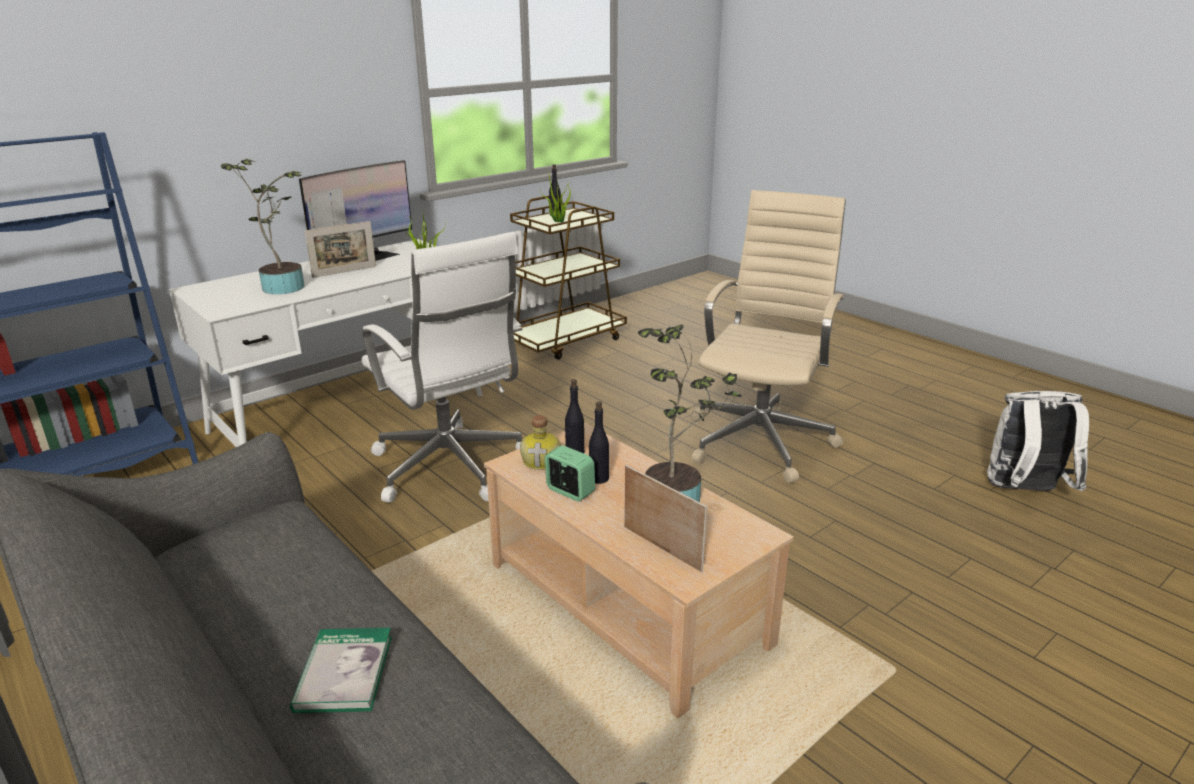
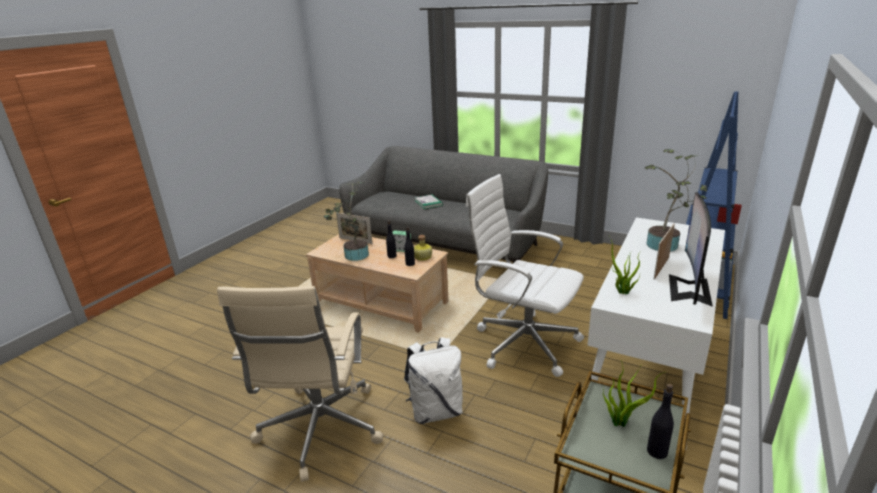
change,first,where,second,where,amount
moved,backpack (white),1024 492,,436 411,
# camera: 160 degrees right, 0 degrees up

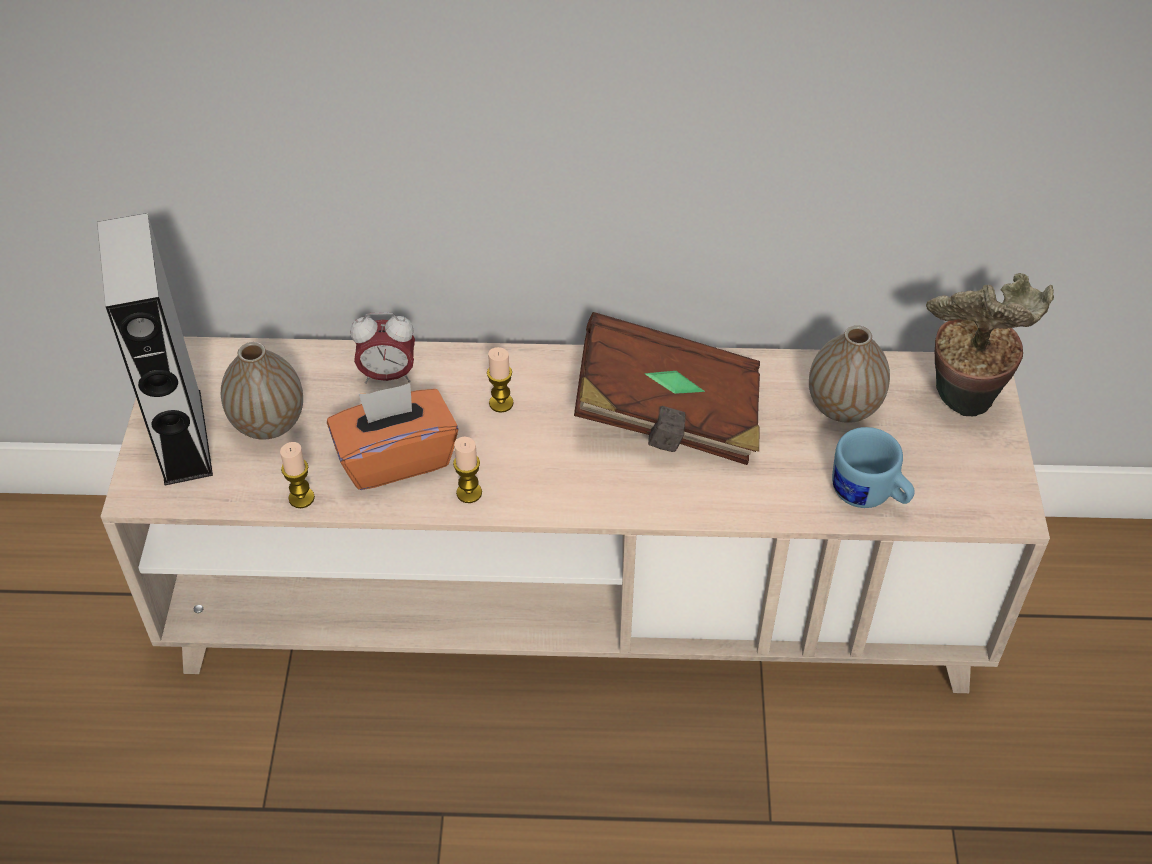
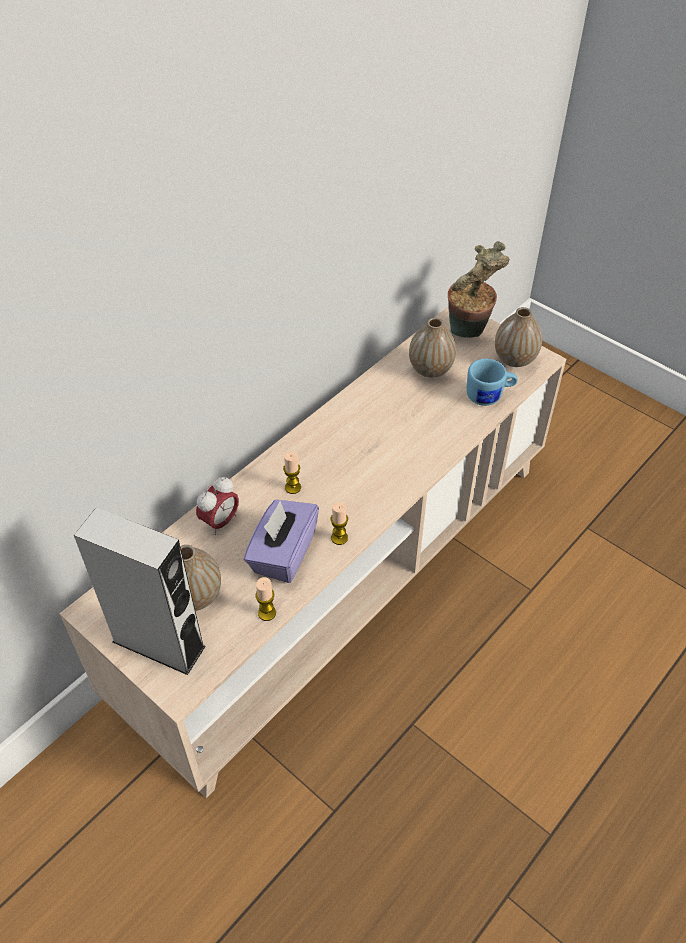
change,first,where,second,where,amount
removed,book (brown),668 417,,,
recoloured,tissue box (orange),396 458,tissue box (purple),283 554,
added,,,vase,514 359,
# camera: 50 degrees left, 0 degrees up

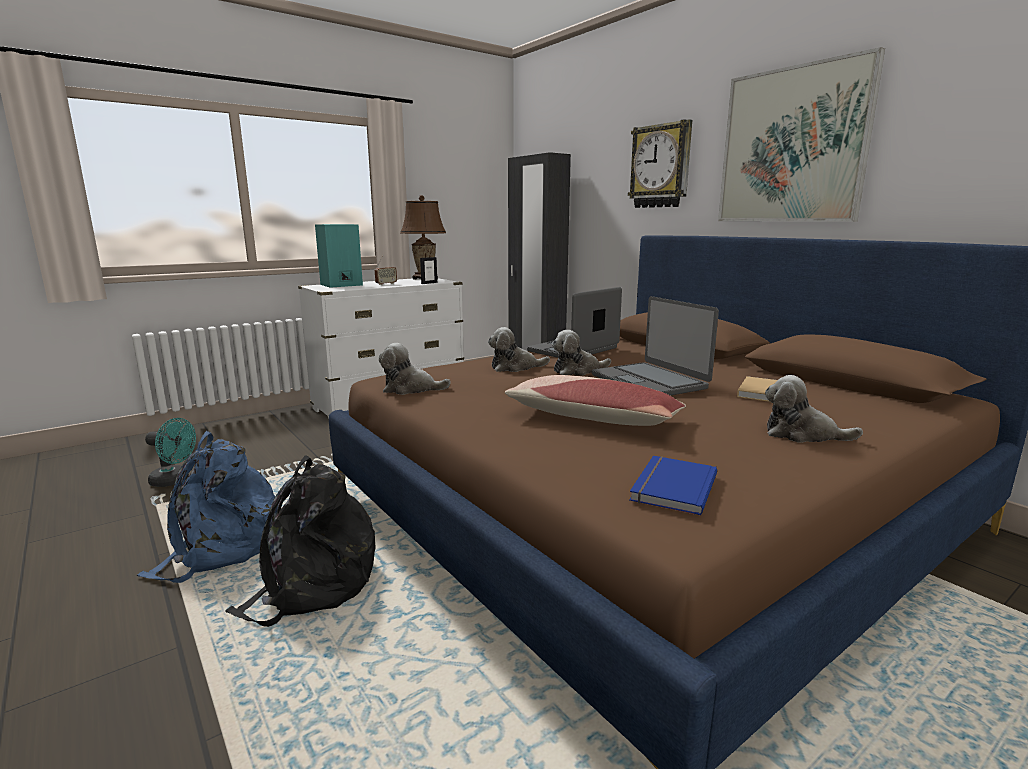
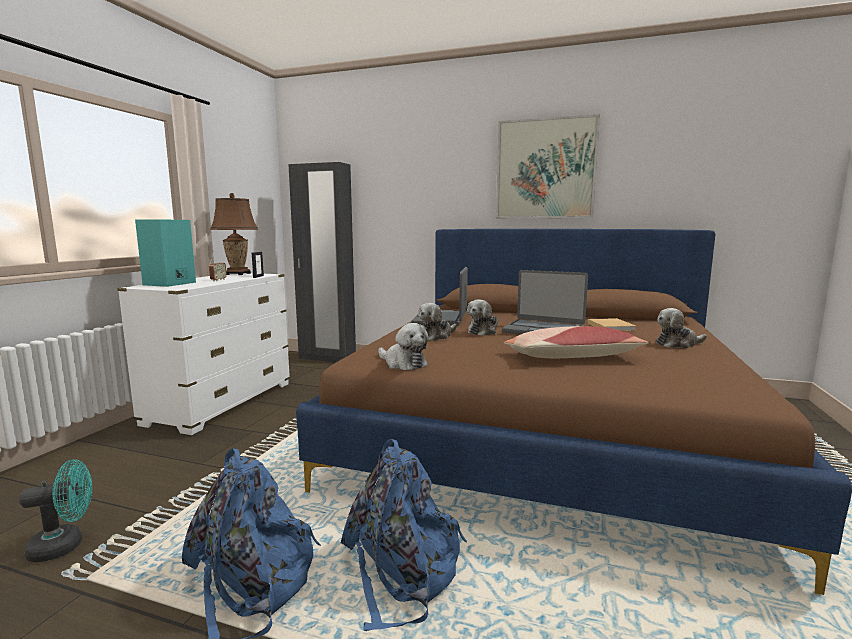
change,first,where,second,where,amount
removed,wall clock,661 166,,,
turned,plush toy,410 389,,403 363,105 degrees counterclockwise
recoloured,backpack (black),312 584,backpack (blue),402 570,
removed,book (blue),671 487,,,
# camera: 35 degrees left, 5 degrees down

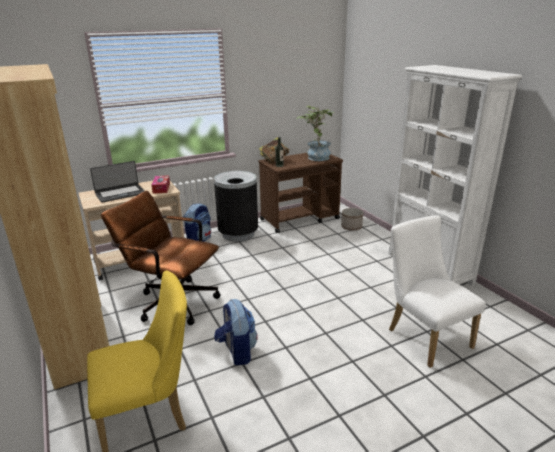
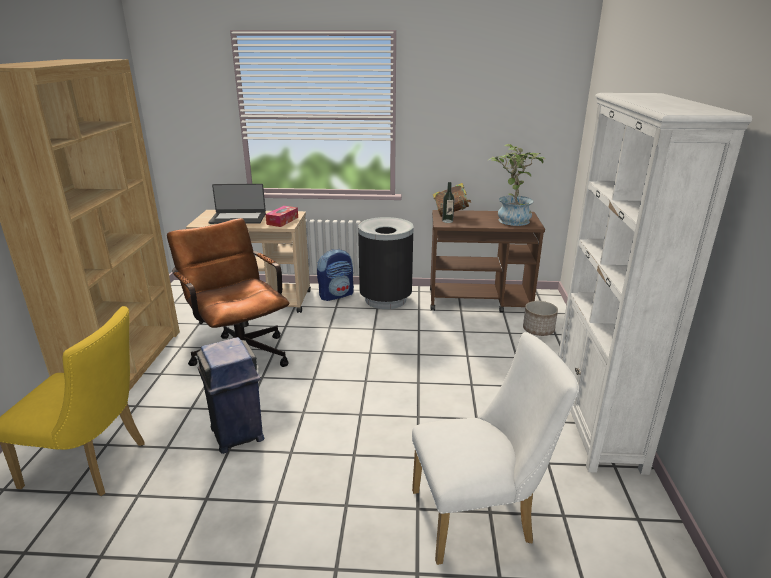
change,first,where,second,where,amount
turned,chair (white),424 335,,479 516,75 degrees clockwise
replaced,backpack,237 352,trash can (blue),237 435,
# camera: 30 degrees right, 0 degrees up

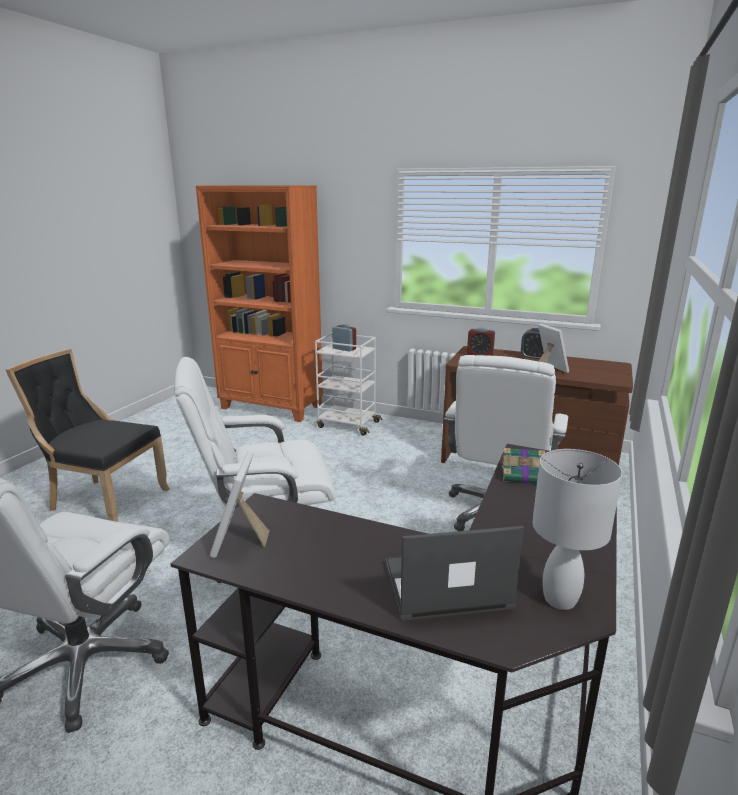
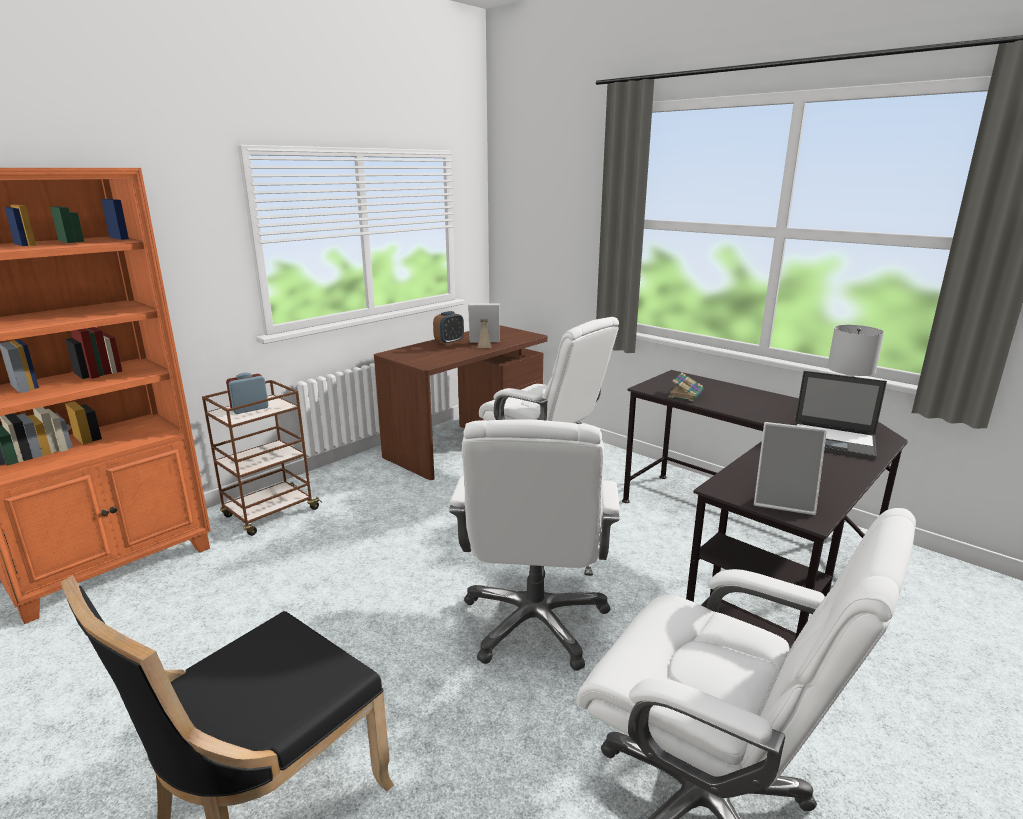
change,first,where,second,where,amount
removed,alarm clock,480 354,,,
recoloured,cart (white),347 424,cart (brown),270 513,
turned,laptop,444 584,,834 441,75 degrees counterclockwise
# camera: 70 degrees left, 0 degrees up

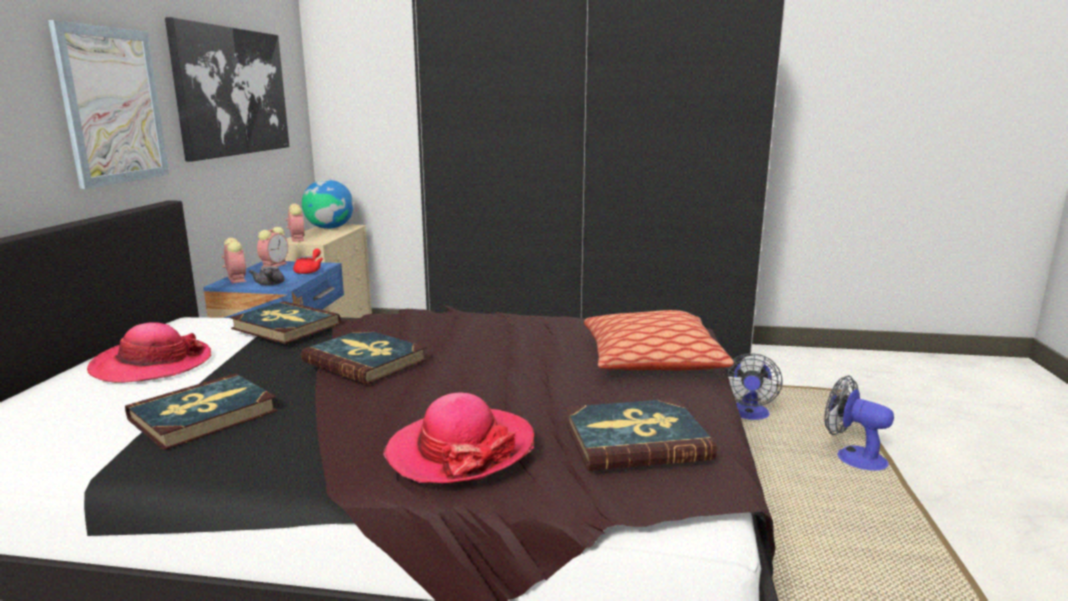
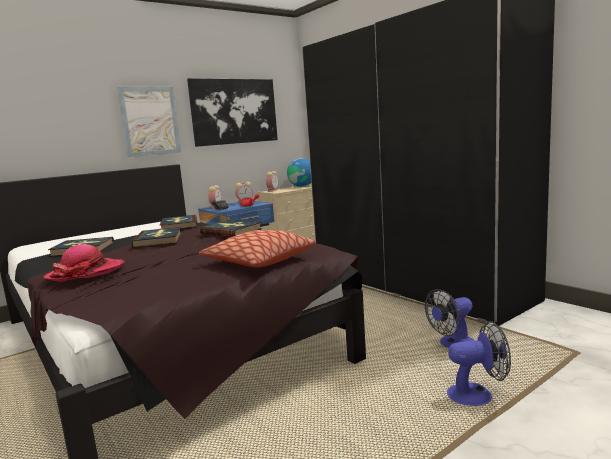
change,first,where,second,where,amount
removed,hat,152 364,,,
turned,fan,852 456,,477 394,90 degrees clockwise
moved,book,635 440,,231 231,
# camera: 45 degrees right, 5 degrees down

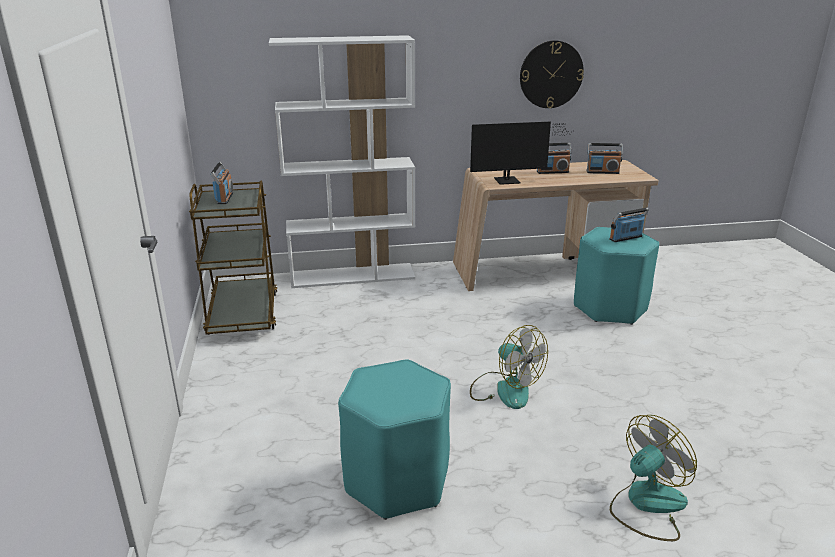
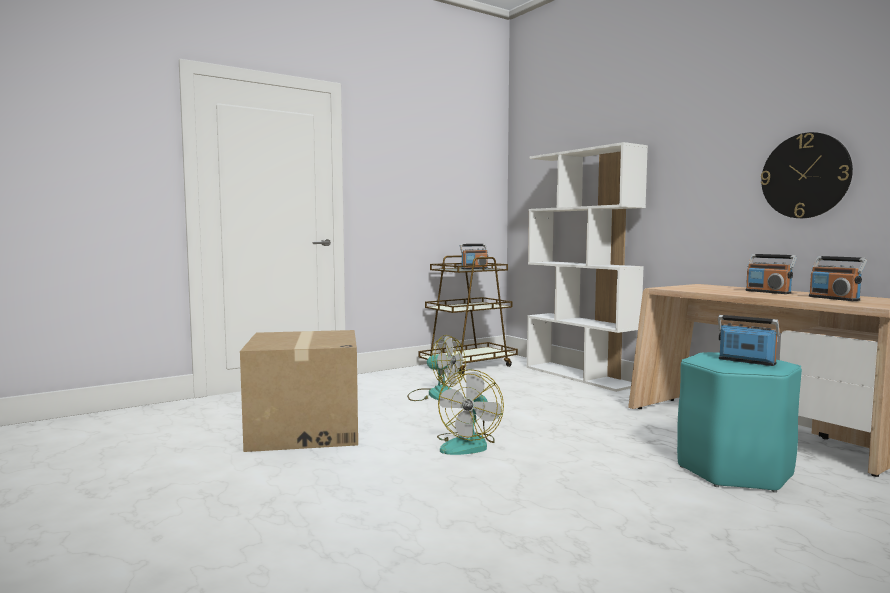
change,first,where,second,where,amount
removed,monitor,511 180,,,
replaced,stool (turquoise),396 481,cardboard box,304 430,
moved,fan,647 505,,435 395,
# camera: 65 degrees right, 20 degrees down

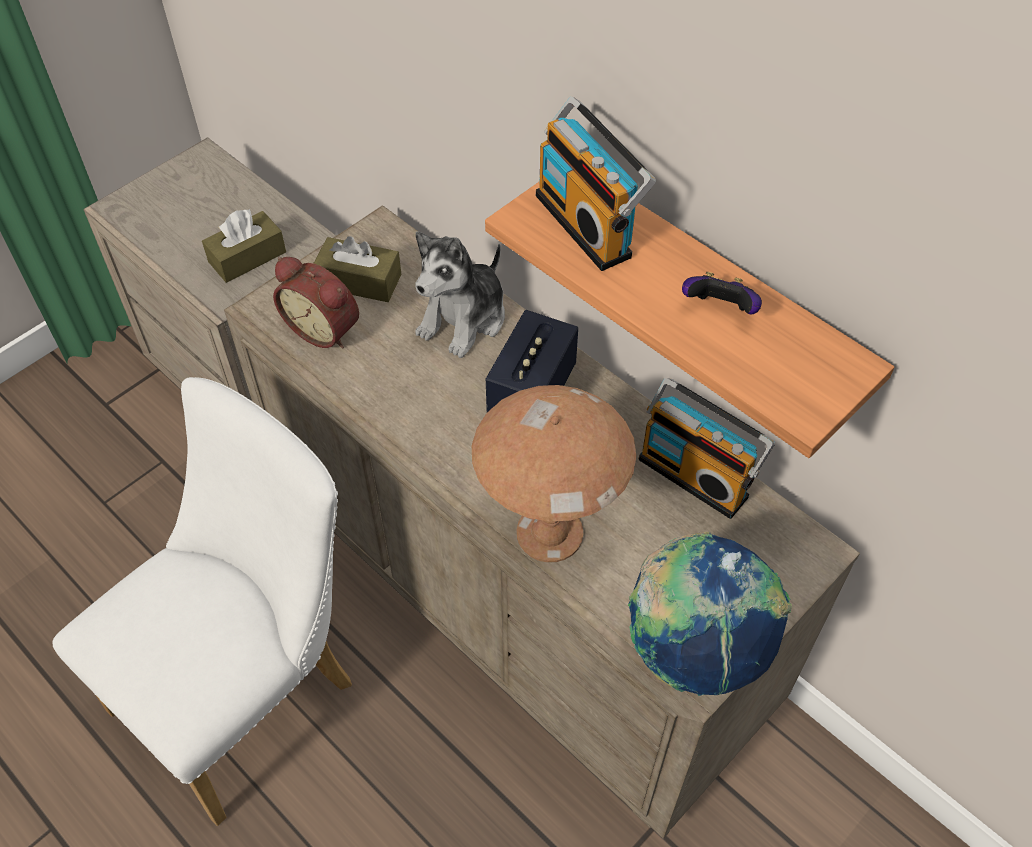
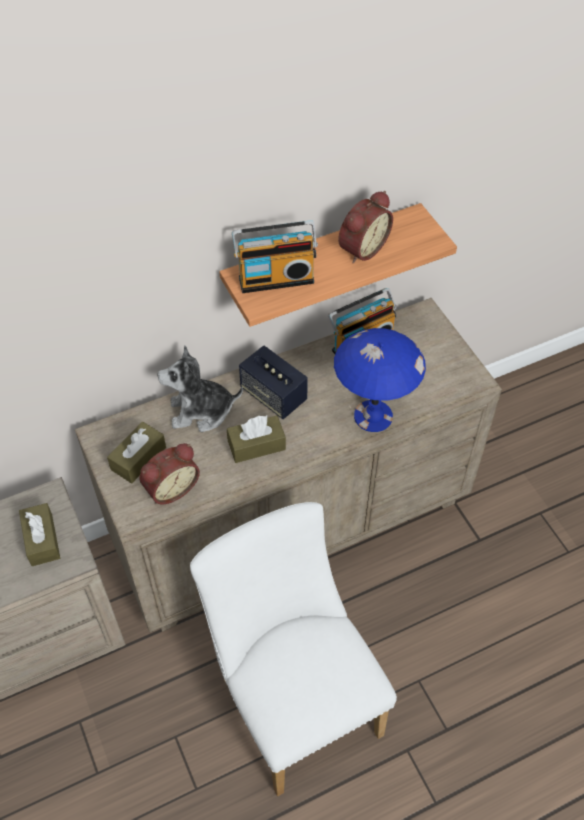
change,first,where,second,where,amount
turned,plush toy,464 319,,201 411,120 degrees clockwise
replaced,game controller,719 310,alarm clock,361 248,
recoloured,table lamp (brown),549 532,table lamp (blue),372 416,
removed,globe,695 648,,,
added,,,tissue box (brown),256 445,
# camera: 70 degrees left, 0 degrees up

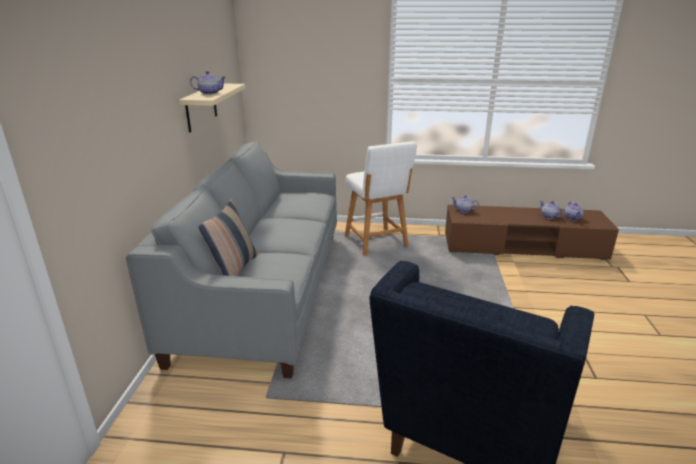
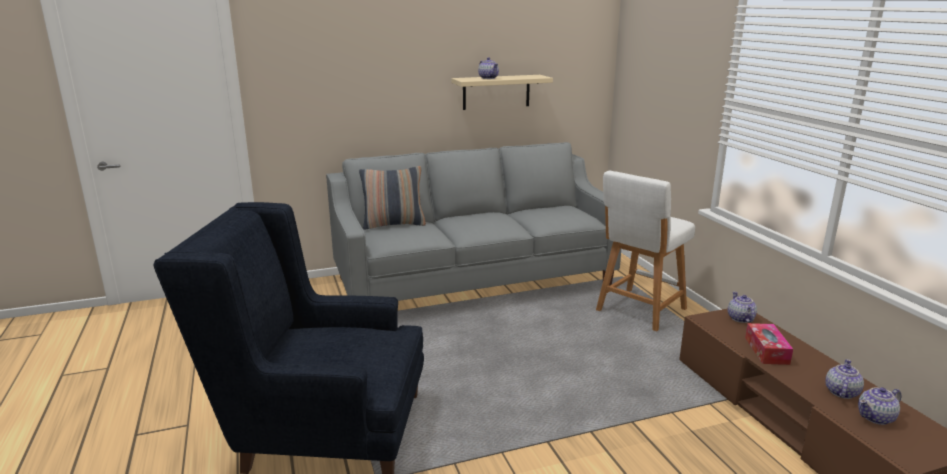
change,first,where,second,where,amount
added,,,tissue box,766 350,
# camera: 65 degrees right, 5 degrees down

